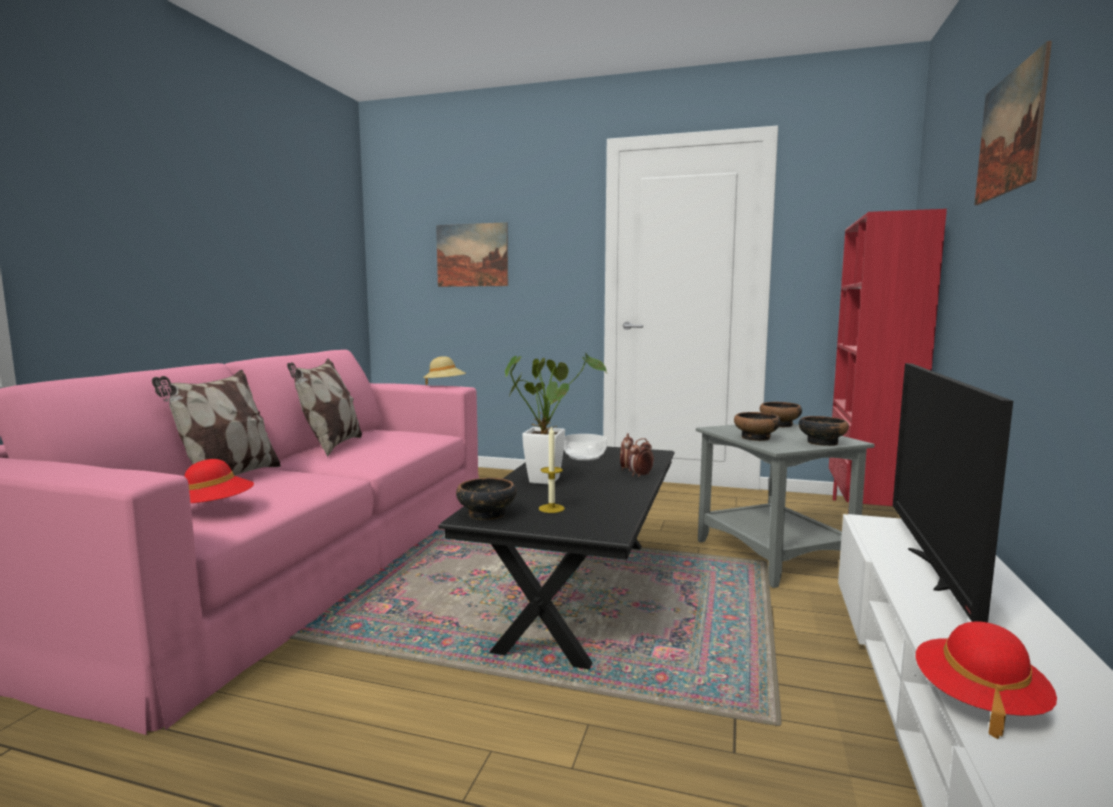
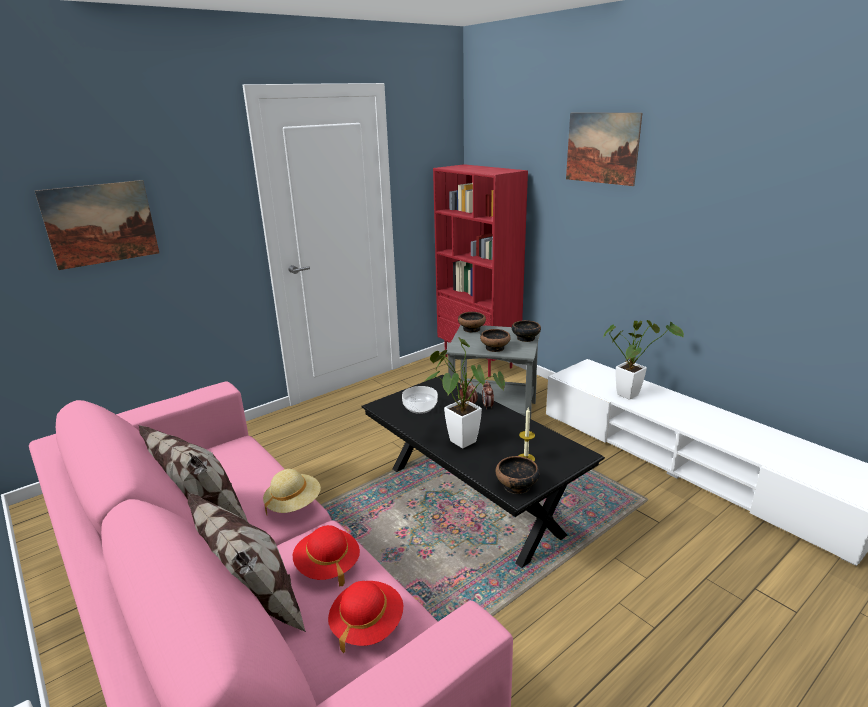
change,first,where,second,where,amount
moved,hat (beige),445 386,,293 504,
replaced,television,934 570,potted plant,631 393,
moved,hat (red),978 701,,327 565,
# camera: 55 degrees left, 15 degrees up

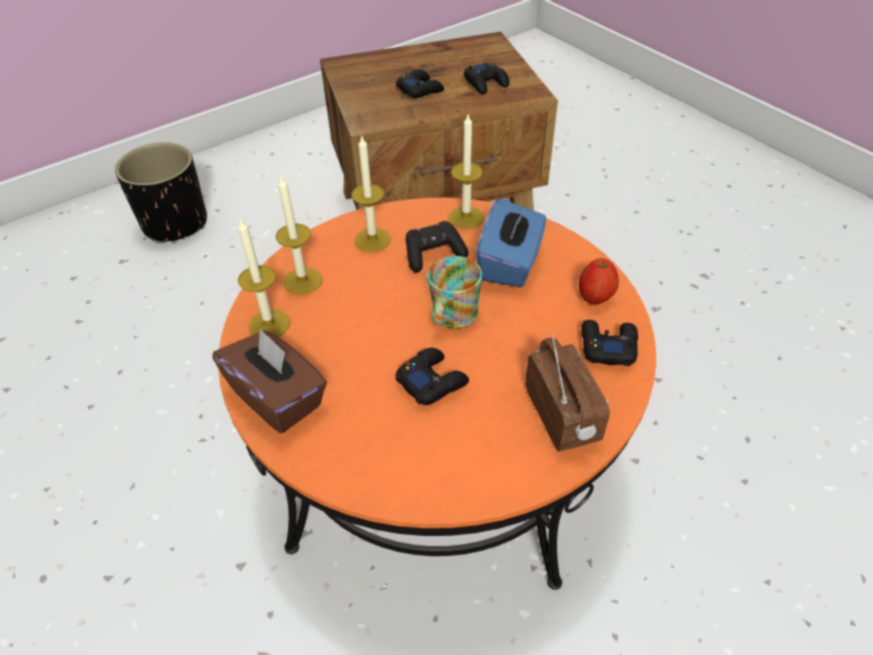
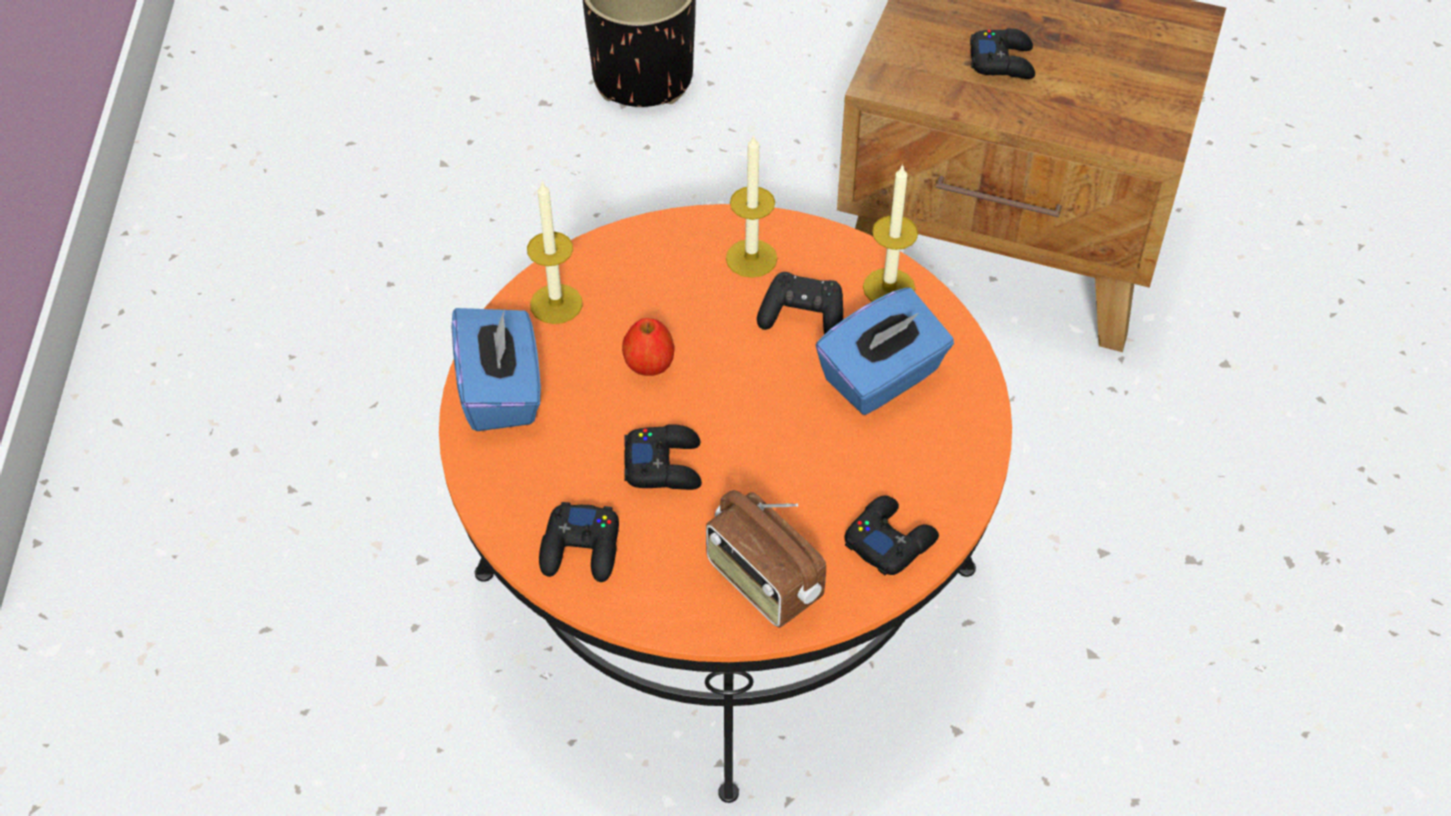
change,first,where,second,where,amount
moved,game controller (black),486 83,,581 549,
removed,candle,302 281,,,
removed,mug,451 317,,,
moved,apple,595 298,,649 367,
recoloured,tissue box (brown),278 397,tissue box (blue),501 391,
turned,radio,563 415,,762 582,120 degrees clockwise
# camera: 35 degrees right, 5 degrees up

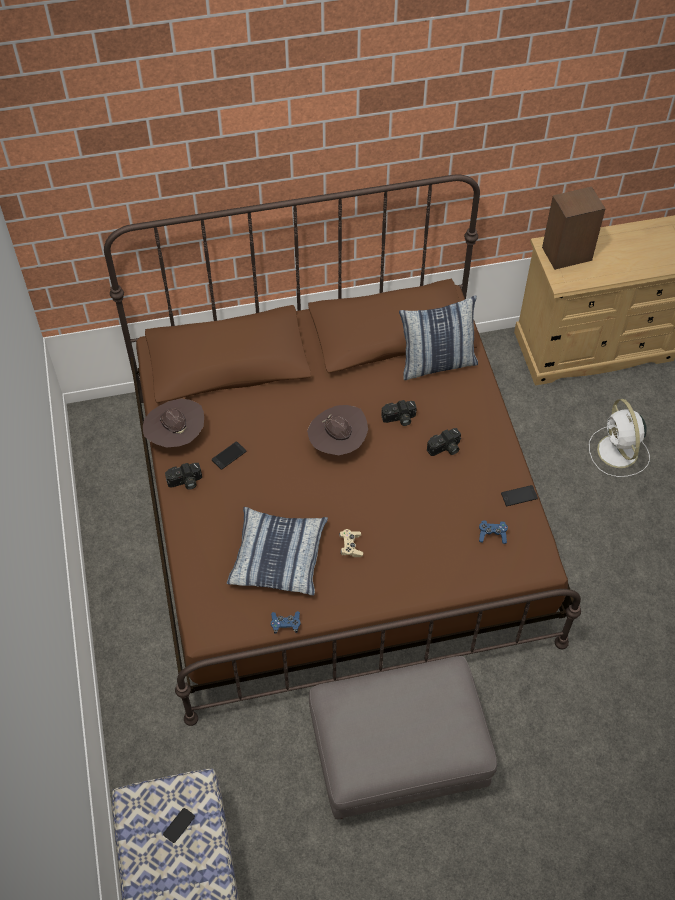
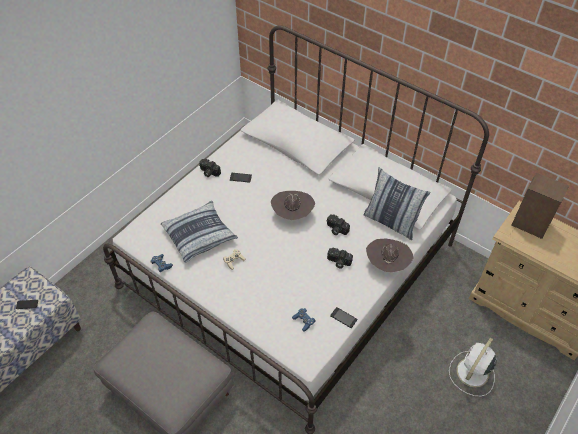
change,first,where,second,where,amount
recoloured,bed (brown),337 513,bed (white),289 264,
moved,hat (brown),176 436,,387 264,
# camera: 50 degrees right, 5 degrees down

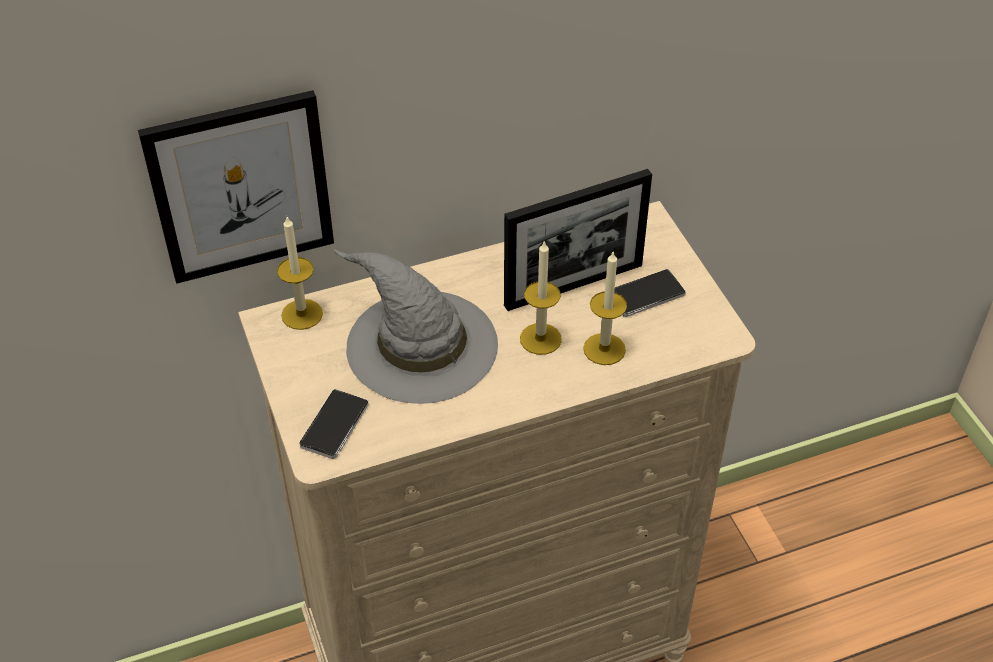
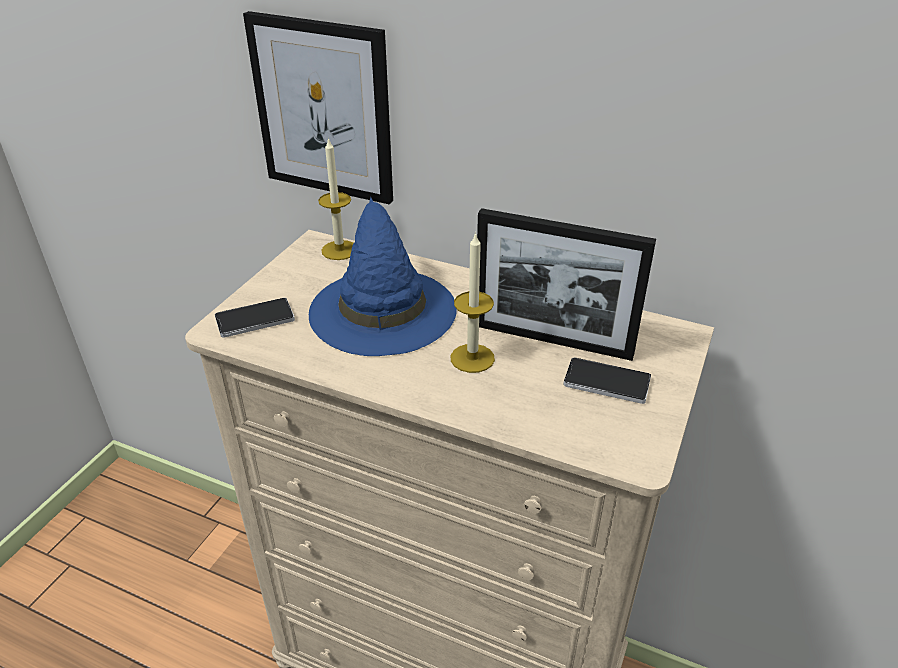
change,first,where,second,where,amount
recoloured,hat (grey),419 345,hat (blue),381 308,
removed,candle,604 349,,,
# camera: 45 degrees right, 10 degrees down

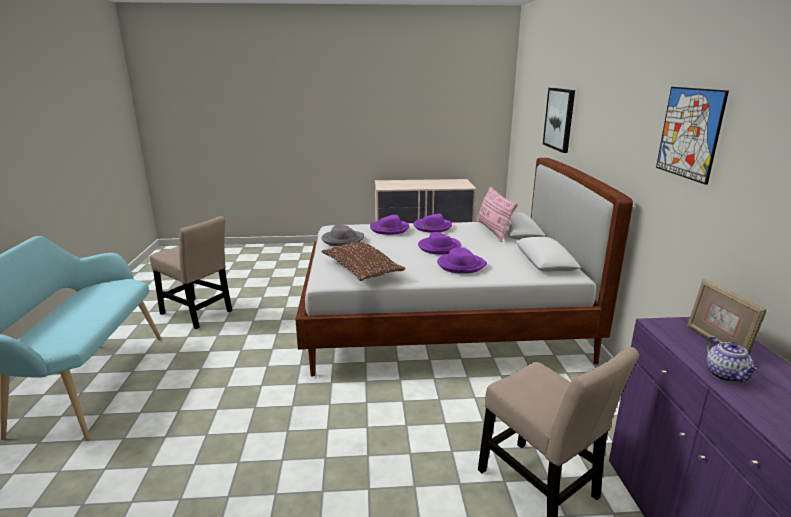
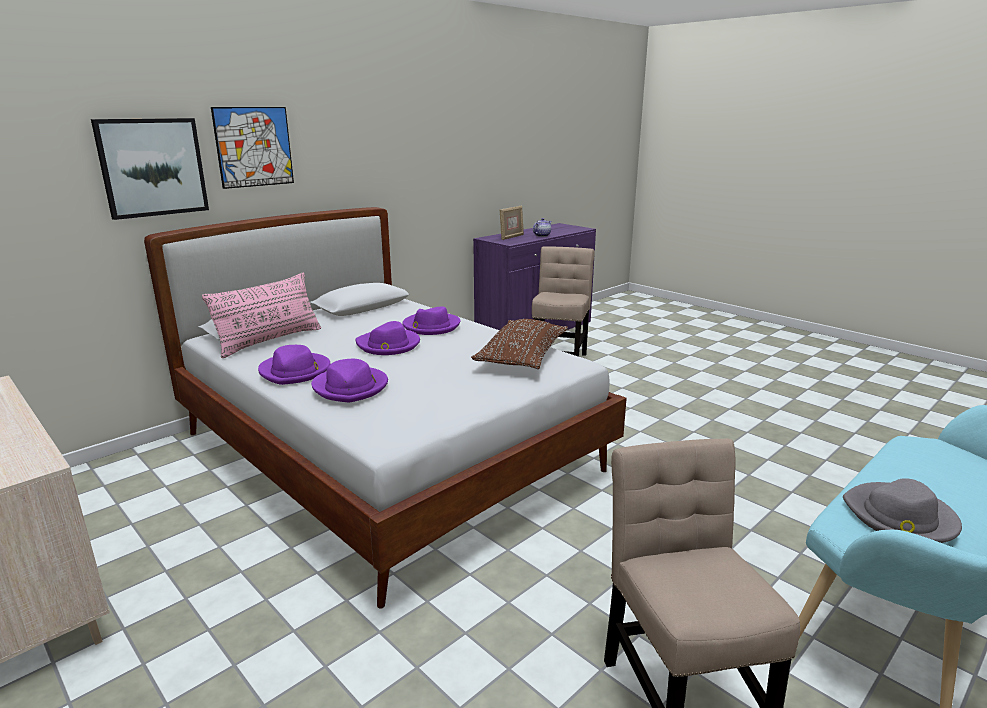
change,first,where,second,where,amount
moved,picture,689 133,,254 147,
moved,hat (grey),342 240,,900 517,
# camera: 130 degrees left, 0 degrees up

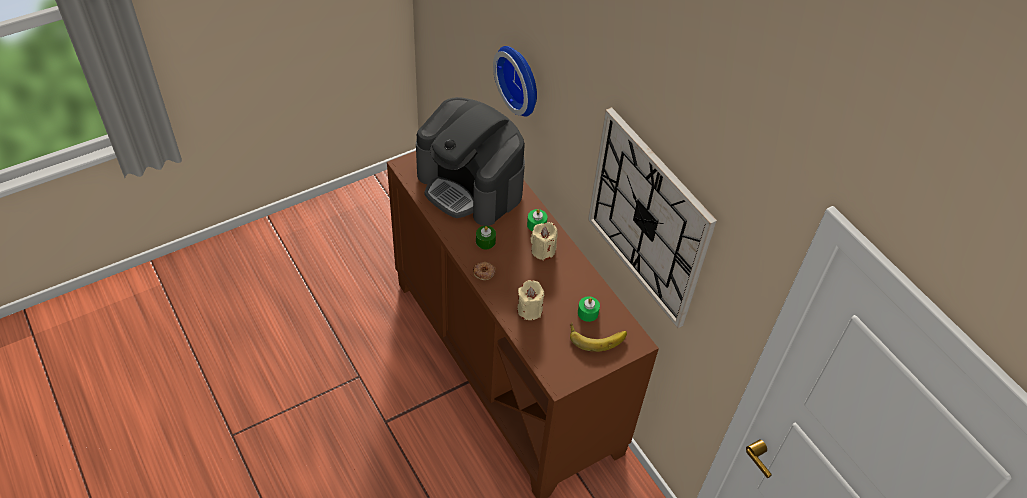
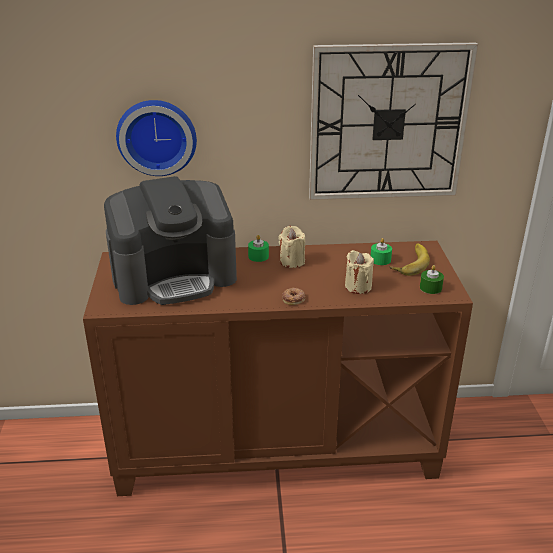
change,first,where,second,where,amount
moved,candle (green),485 241,,430 288,
# camera: 60 degrees left, 20 degrees down

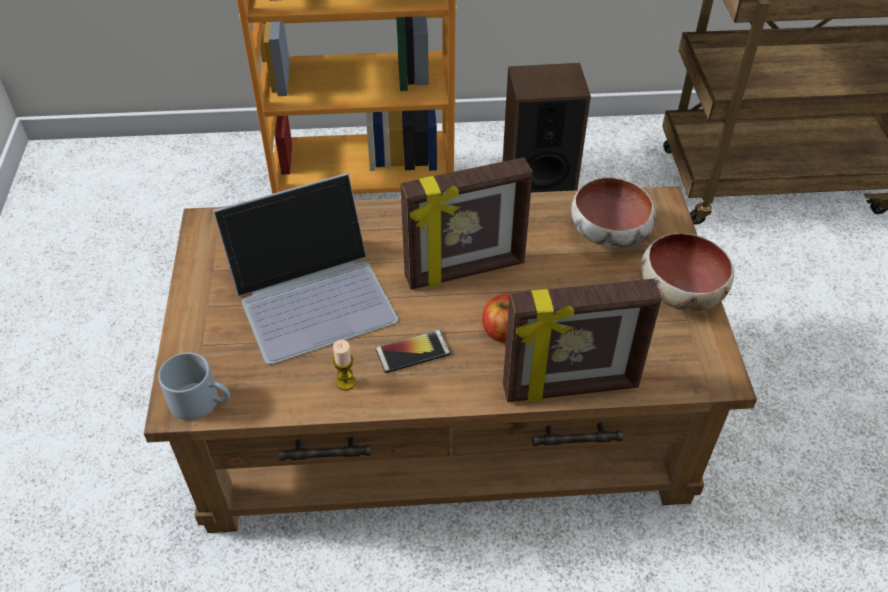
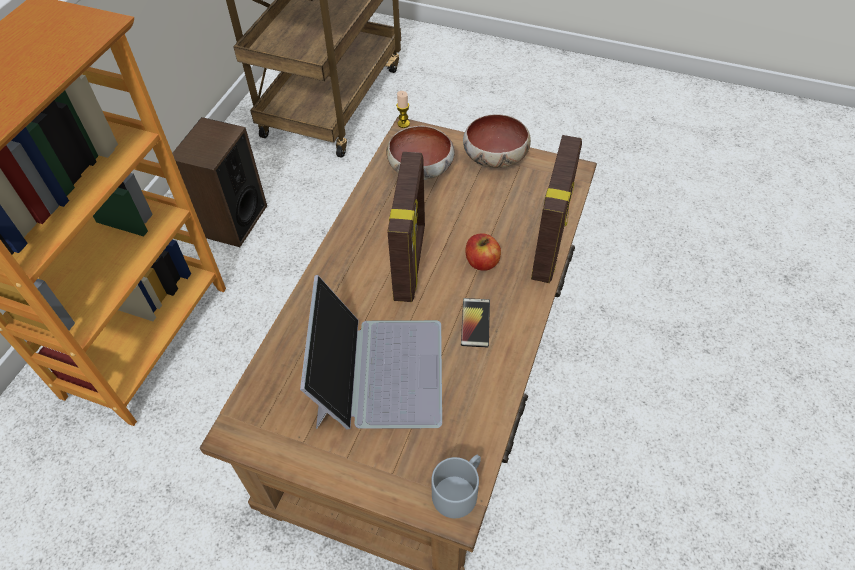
change,first,where,second,where,amount
moved,candle,346 382,,403 123,
# camera: 65 degrees left, 5 degrees up

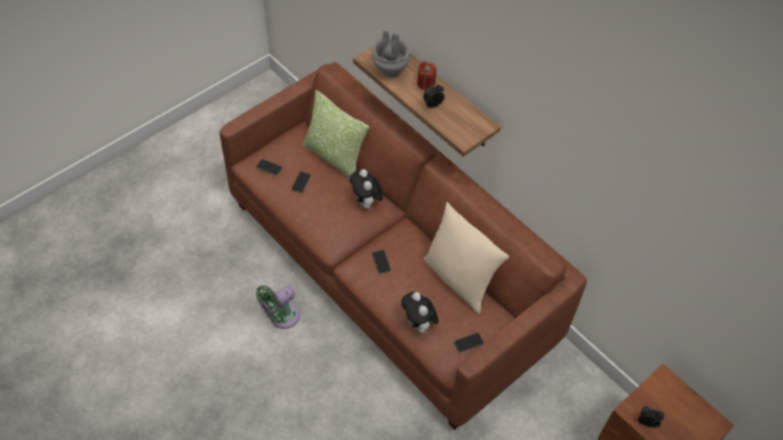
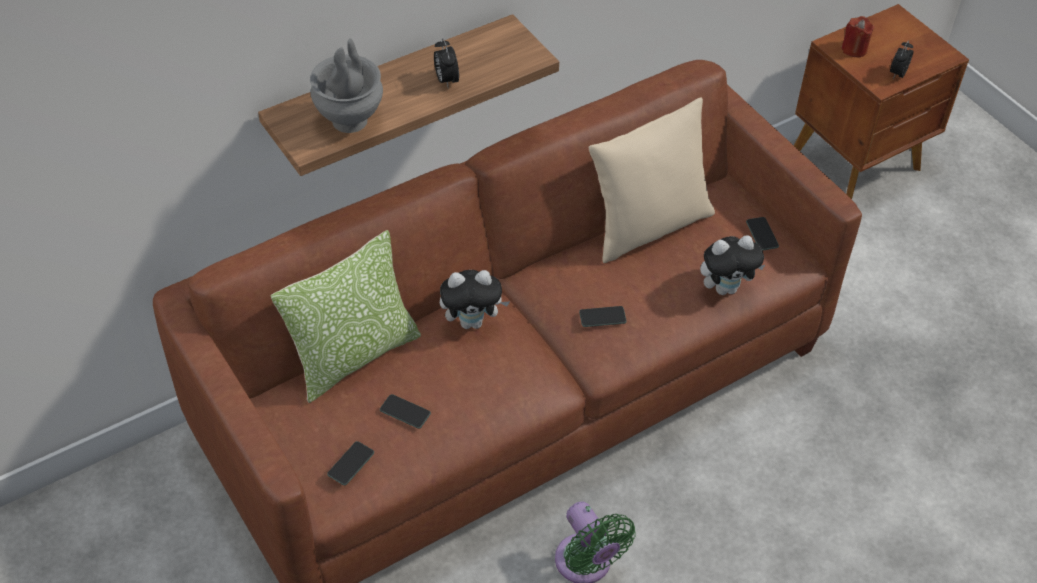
change,first,where,second,where,amount
moved,candle (red),426 83,,854 49,
# camera: 80 degrees left, 5 degrees down

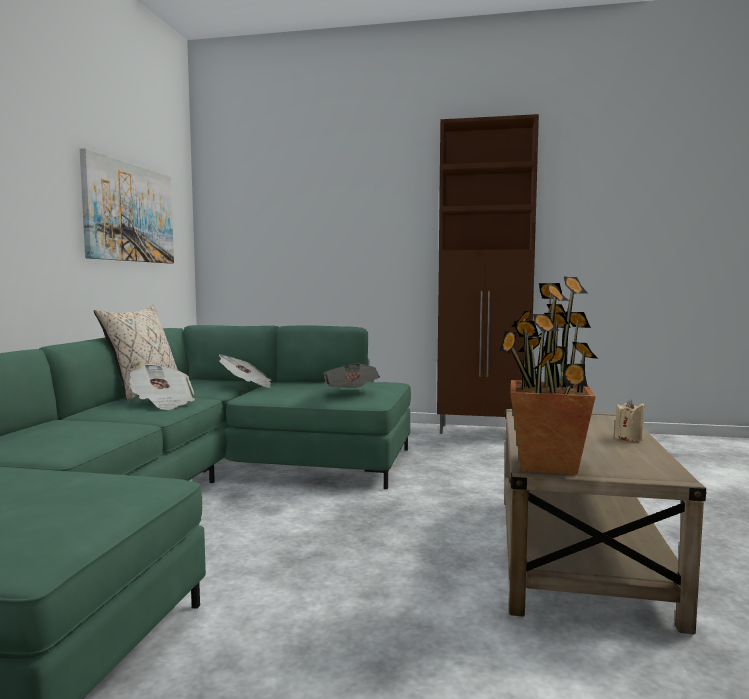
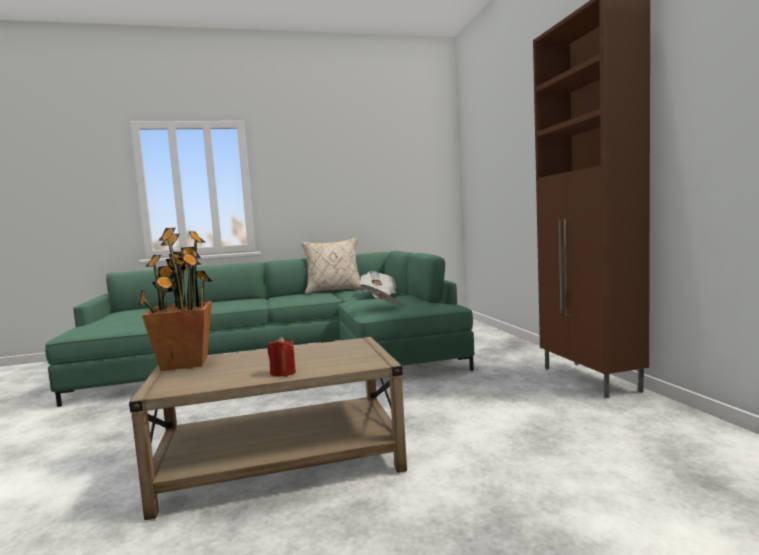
change,first,where,second,where,amount
removed,picture,129 213,,,
removed,newspaper,163 404,,,
recoloured,candle (beige),629 438,candle (red),283 373,
# camera: 65 degrees right, 0 degrees up

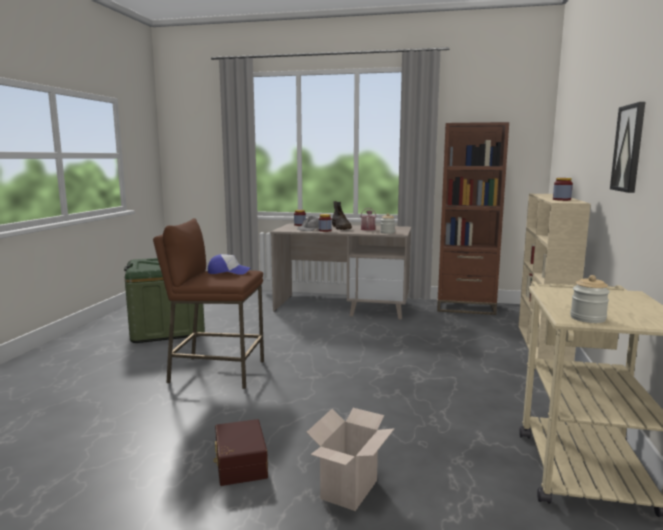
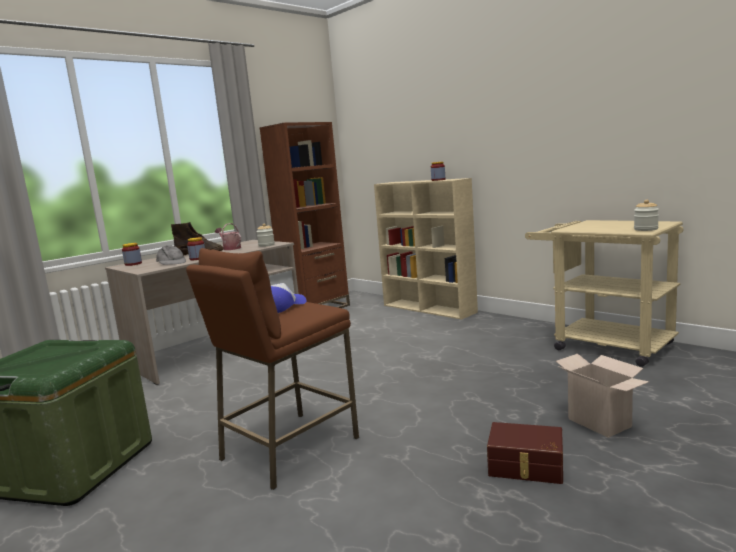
change,first,where,second,where,amount
removed,picture,629 148,,,
# camera: 55 degrees left, 0 degrees up

